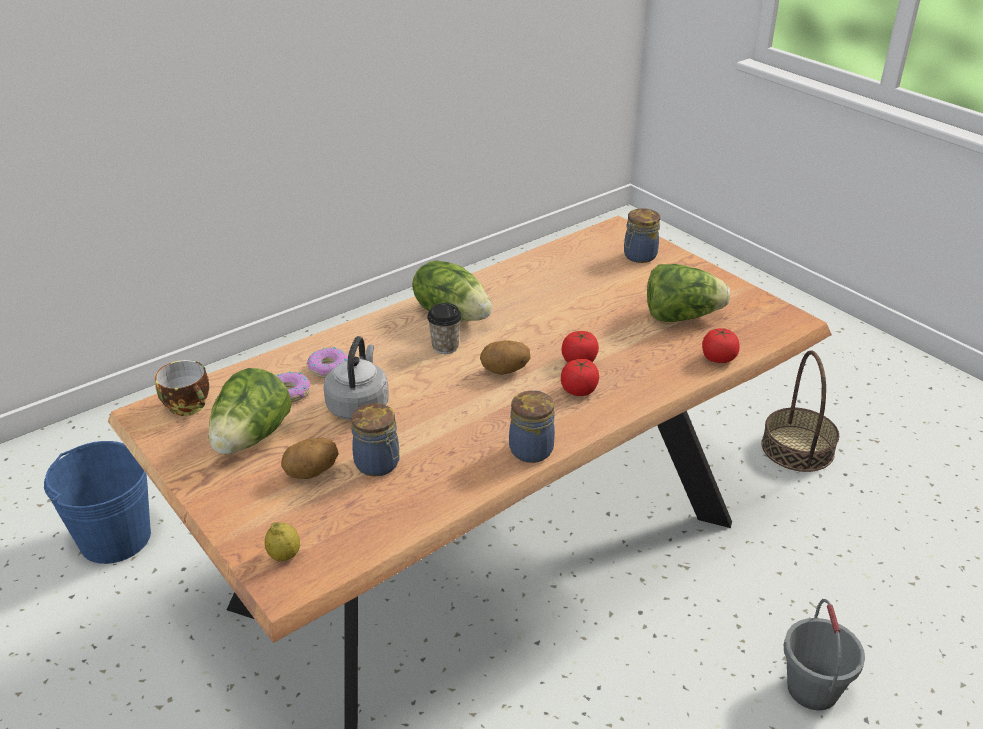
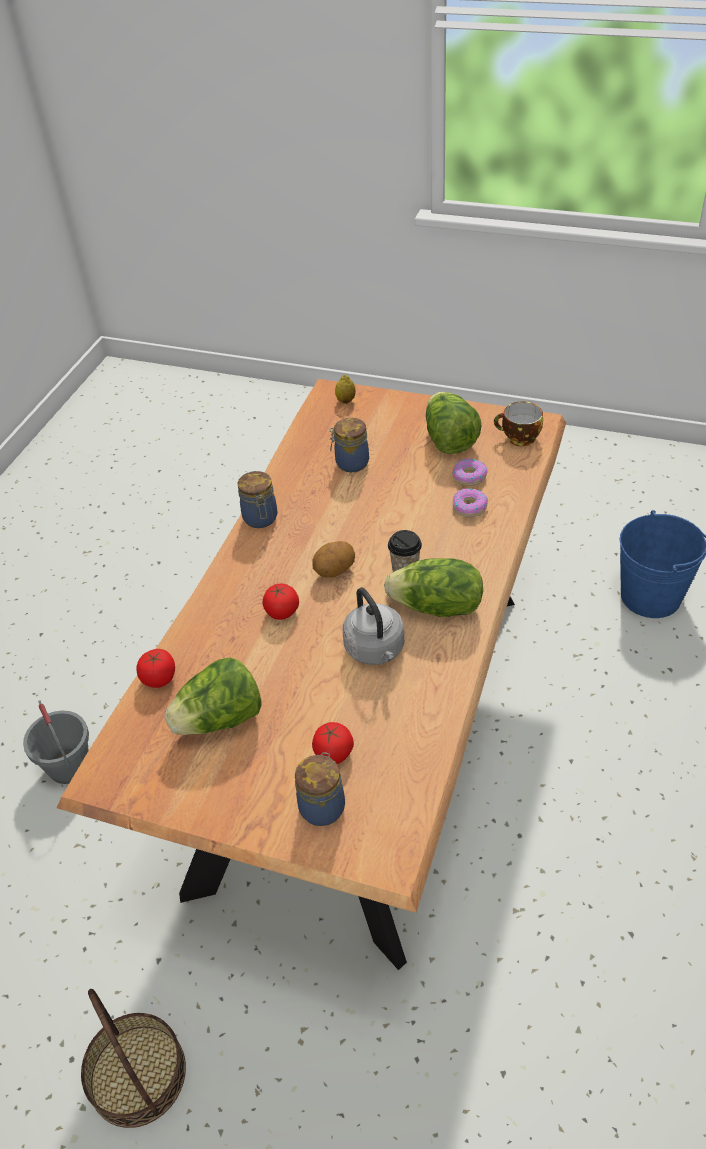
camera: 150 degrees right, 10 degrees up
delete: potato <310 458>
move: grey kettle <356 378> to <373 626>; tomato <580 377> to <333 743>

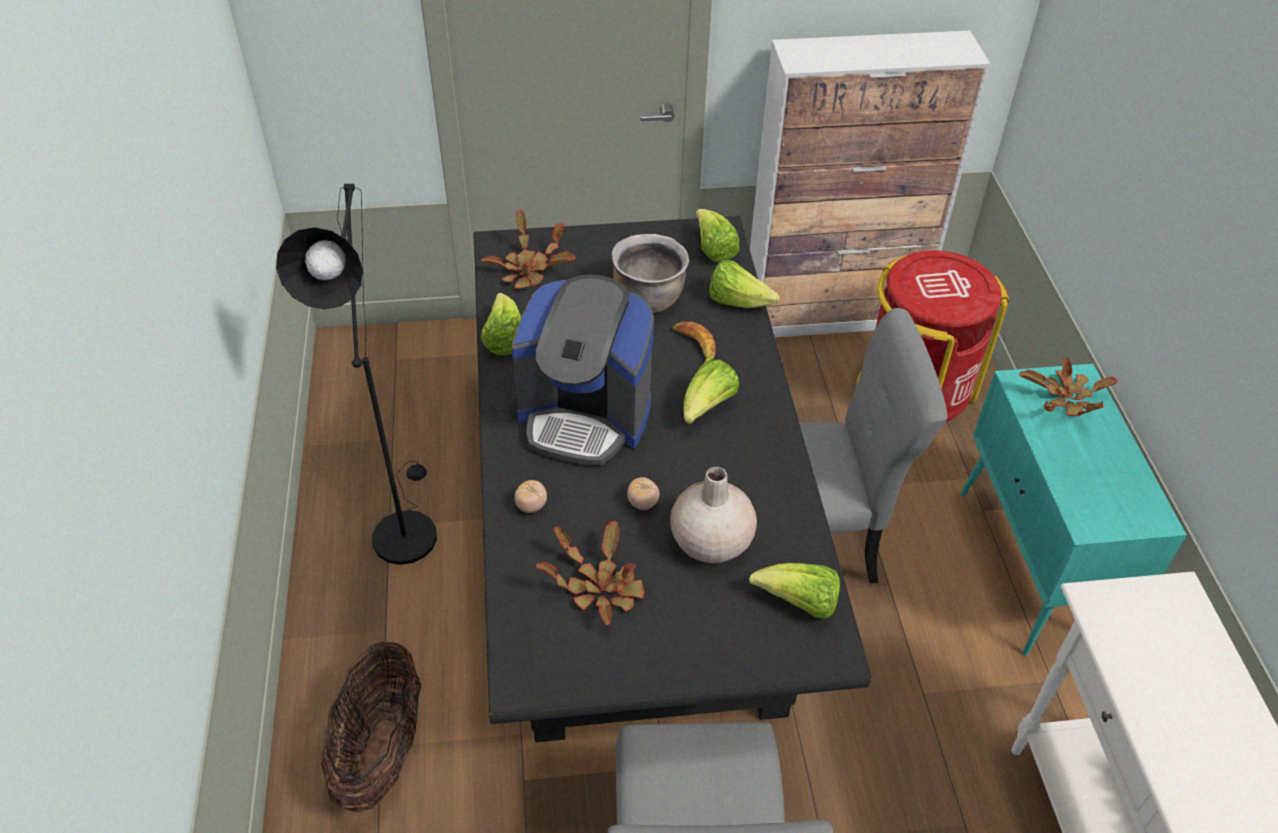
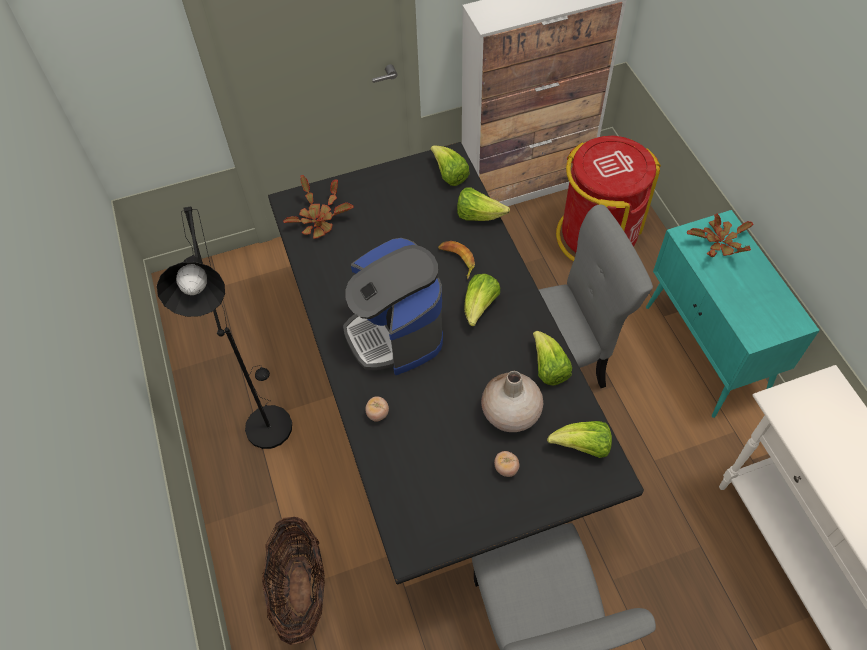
camera: 10 degrees left, 10 degrees up
delete: potted plant <590 572>; brown cooking pot <650 273>
move: lettuce <501 324> to <552 358>; tomato <643 493> to <507 464>
rotate: coffee machine <582 369> = <393 306> 60 degrees clockwise

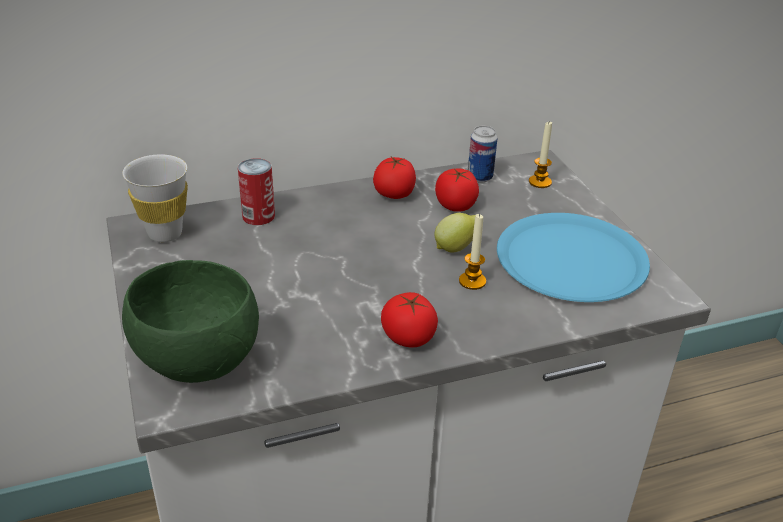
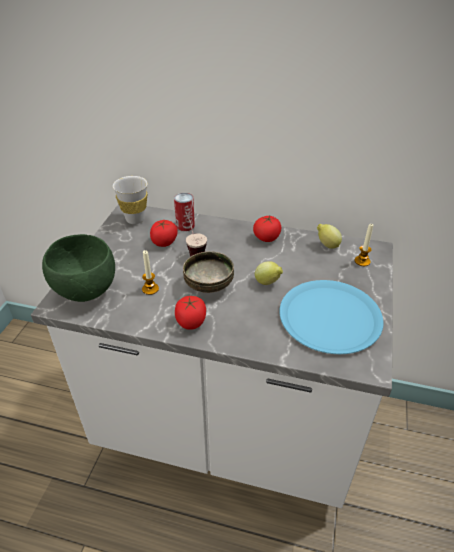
camera: 35 degrees right, 5 degrees up
insert: bowl <208 272>; cup <196 235>
move: tomato <457 190> to <164 233>; candle <472 252> to <150 272>
replace: can <482 154> to lemon <329 236>

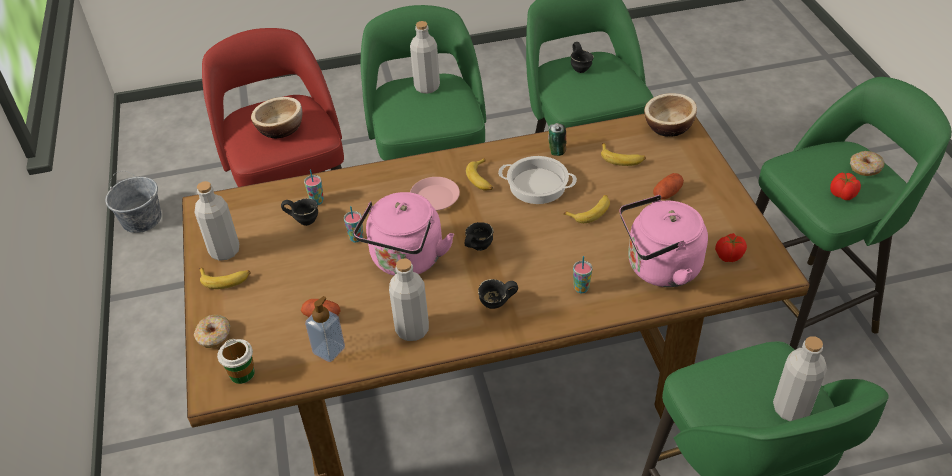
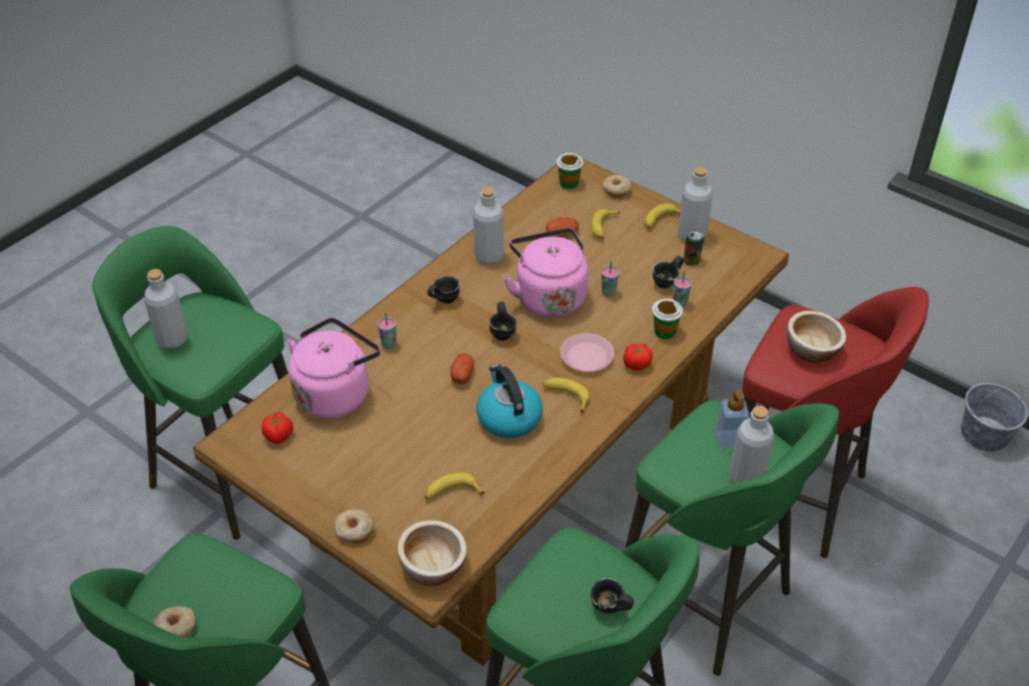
camera: 140 degrees right, 0 degrees up
insert: donut <354 526>; cup <667 319>
move: soap dispenser <325 329> to <732 419>; can <557 139> to <694 248>; banana <586 209> to <605 224>; potato <668 186> to <462 368>; tomato <845 186> to <638 357>
replace: cooking pot <537 180> to kettle <509 401>

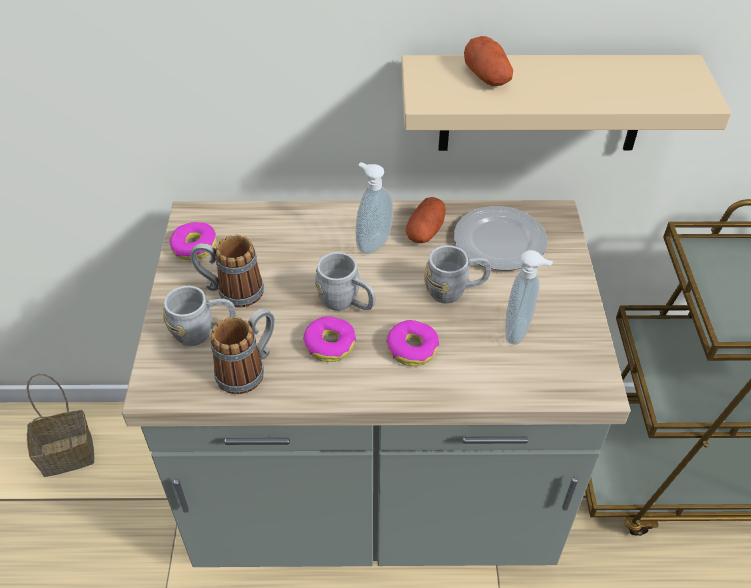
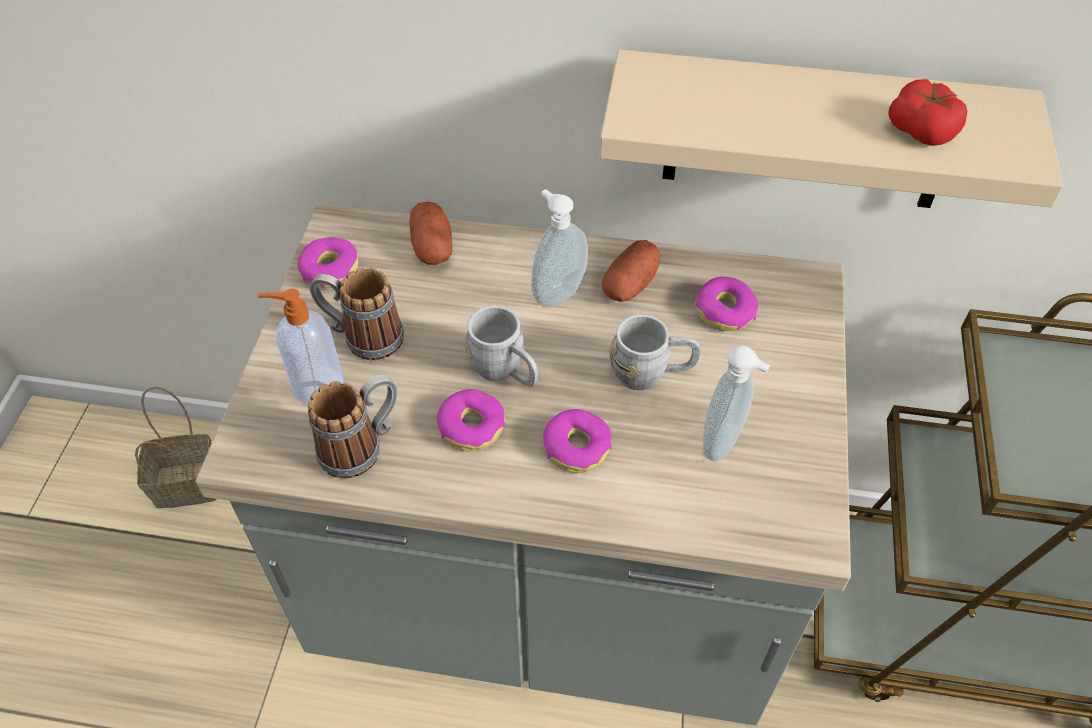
camera: 10 degrees right, 5 degrees up
insert: tomato <927 112>
move: potato <488 61> to <430 233>
replace: grey mug <199 316> to soap dispenser <301 347>; plate <501 238> to donut <726 304>

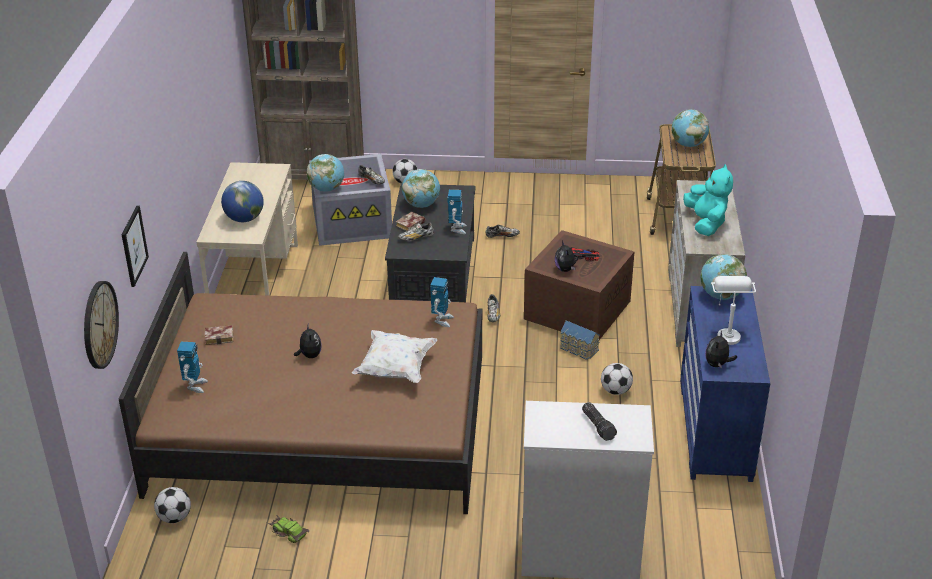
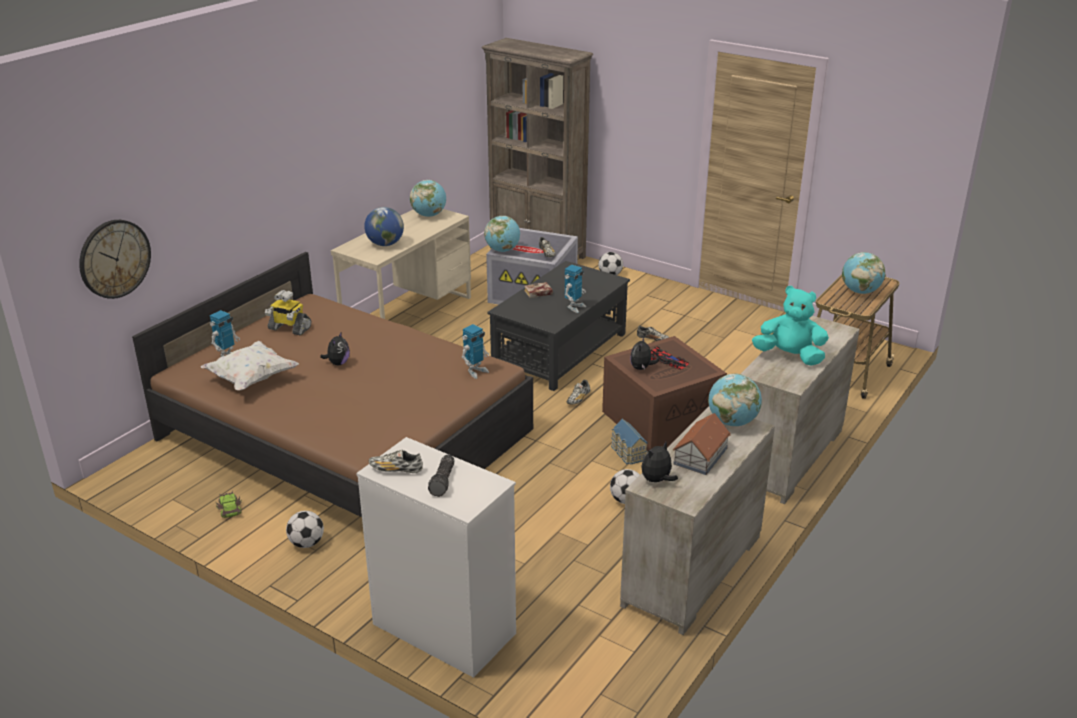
camera: 30 degrees right, 5 degrees down
delete: picture <135 246>
move: football <172 505> to <305 529>; white pillow <395 356> to <250 365>; shoe <416 231> to <395 461>; globe <421 188> to <428 198>
replace: book <219 335> to toy robot <288 313>; white table lamp <733 310> to toy house <702 444>
recolor: blue dresser <725 384> to beige dresser <697 520>
rotate: turquoise plush toy <708 200> = <790 326> 90 degrees counterclockwise

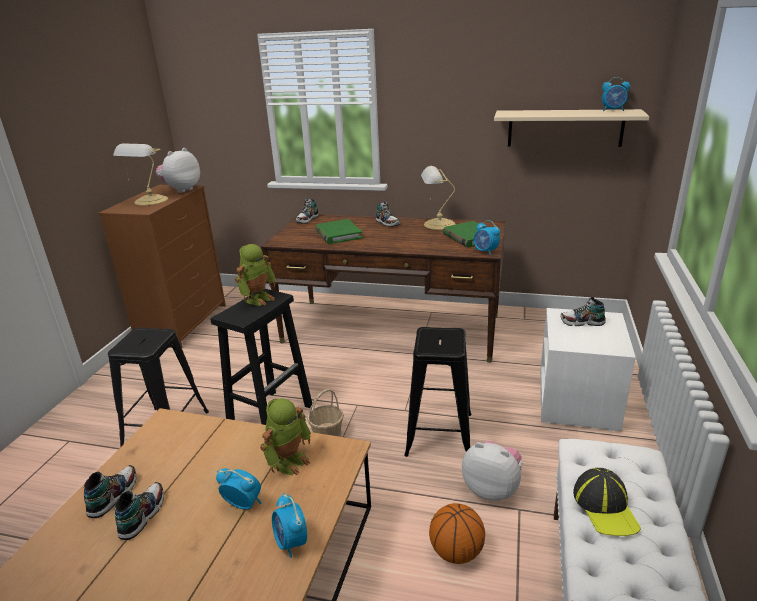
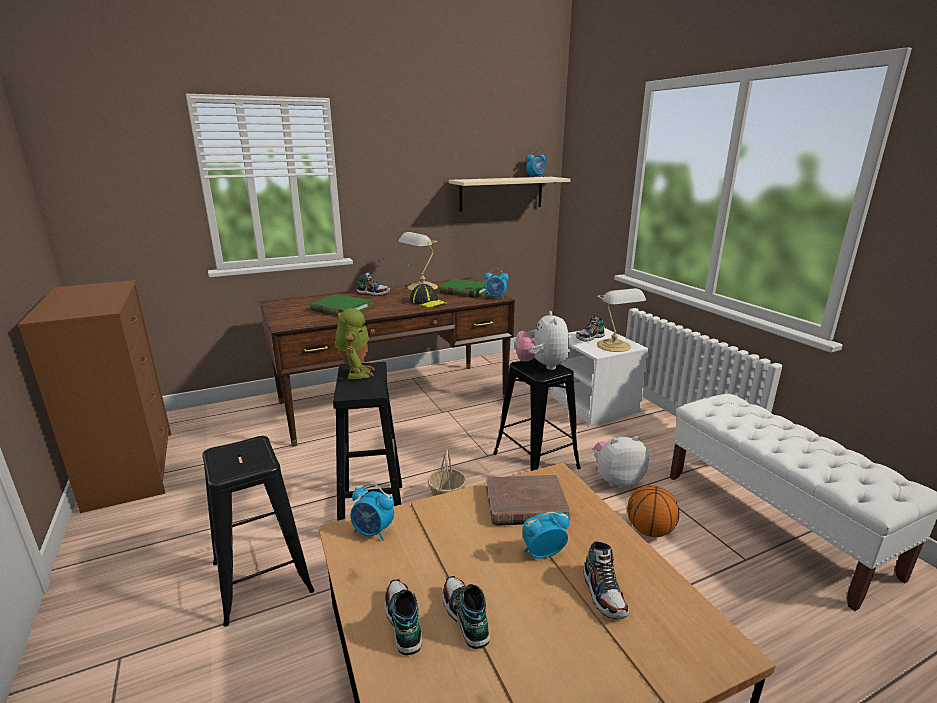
camera: 40 degrees left, 5 degrees down
move: table lamp <140 175> to <621 320>; plush toy <178 170> to <542 340>; alarm clock <289 525> to <372 512>; shoe <307 211> to <606 580>; cap <607 502> to <428 296>
replace: toy robot <285 437> to brown book <528 500>

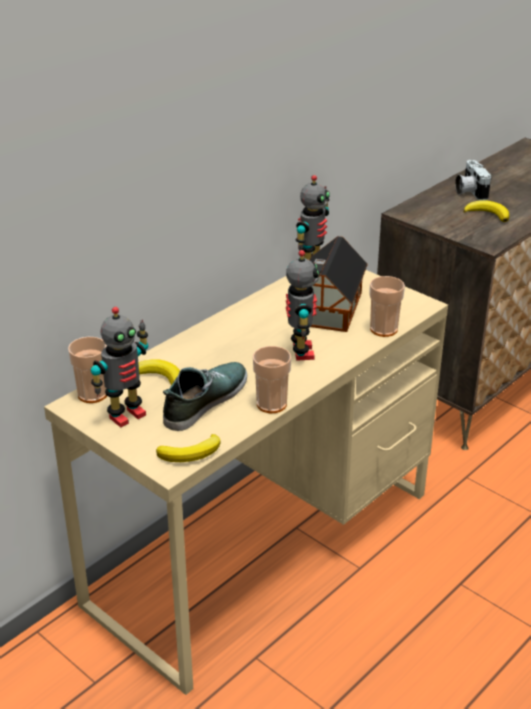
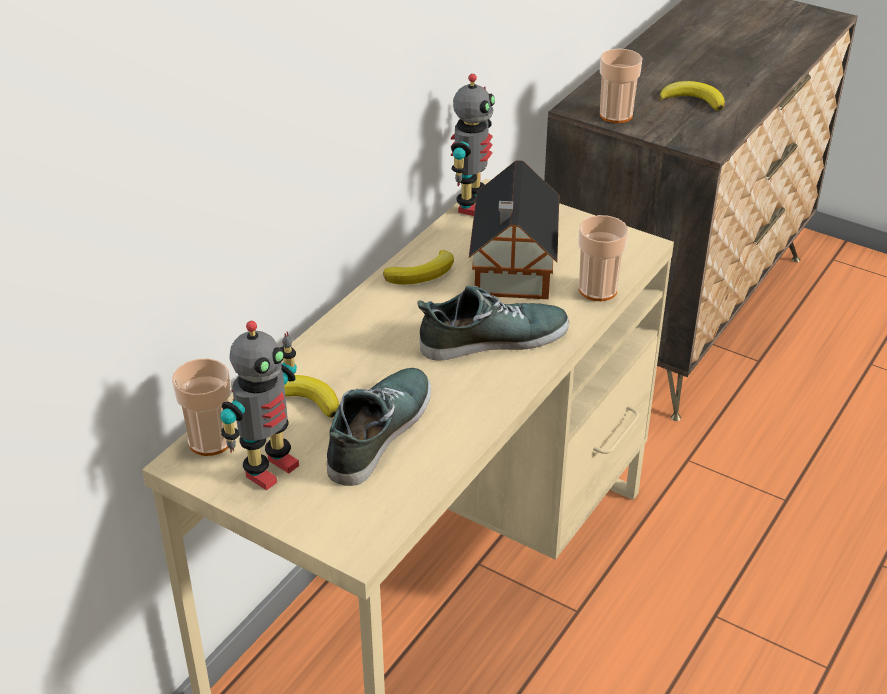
camera: 10 degrees left, 5 degrees up
delete: photo camera <473 180>
move: banana <188 448> to <418 267>; cup <272 379> to <621 86>
replace: toy robot <302 305> to shoe <493 323>

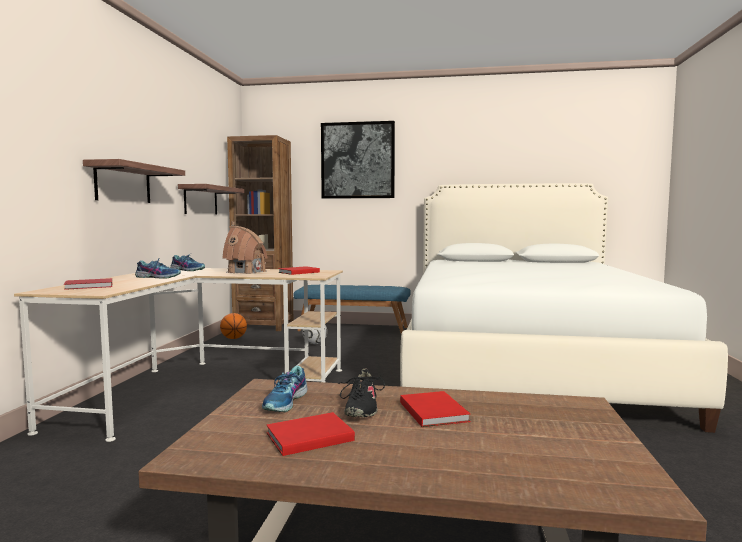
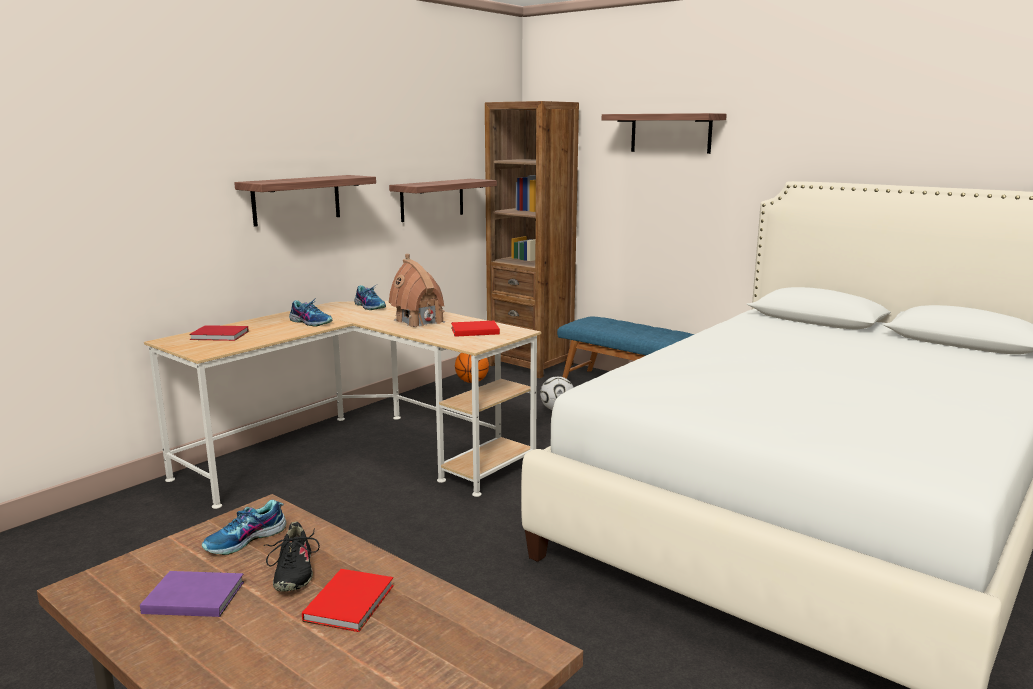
camera: 30 degrees right, 10 degrees up
replace: picture <358 160> to shelf <664 133>
recolor: red book <310 434> to purple book <192 594>
rotate: black shoe <362 393> = <291 556> 45 degrees counterclockwise

